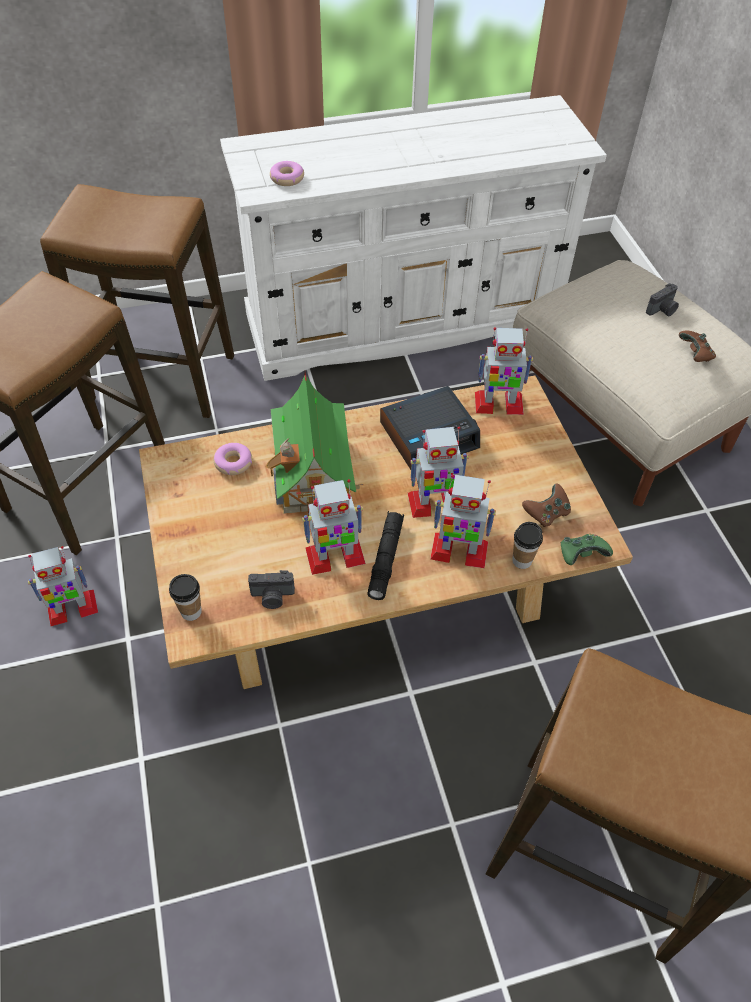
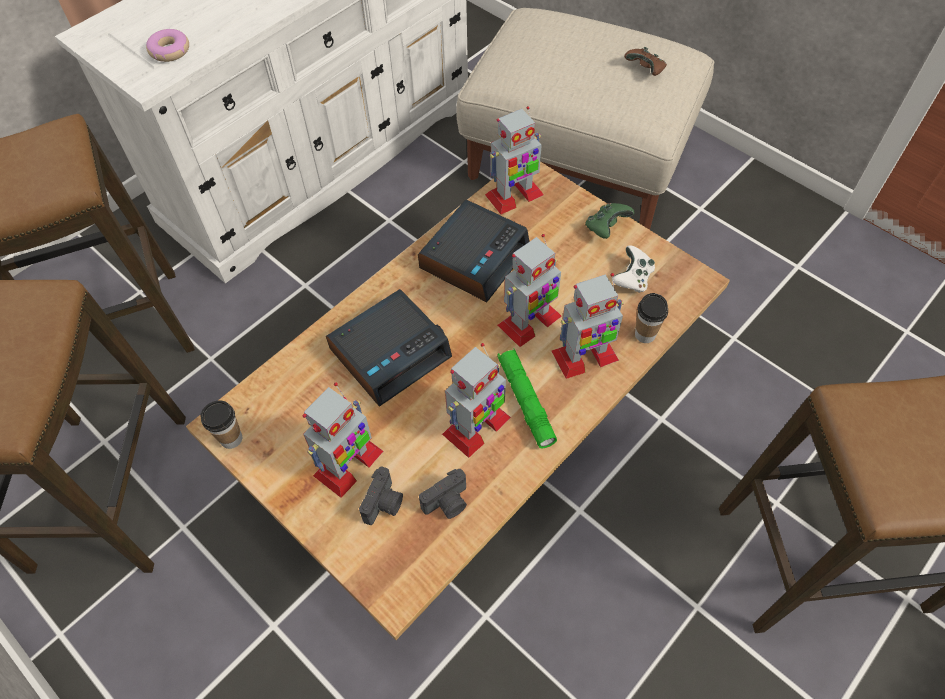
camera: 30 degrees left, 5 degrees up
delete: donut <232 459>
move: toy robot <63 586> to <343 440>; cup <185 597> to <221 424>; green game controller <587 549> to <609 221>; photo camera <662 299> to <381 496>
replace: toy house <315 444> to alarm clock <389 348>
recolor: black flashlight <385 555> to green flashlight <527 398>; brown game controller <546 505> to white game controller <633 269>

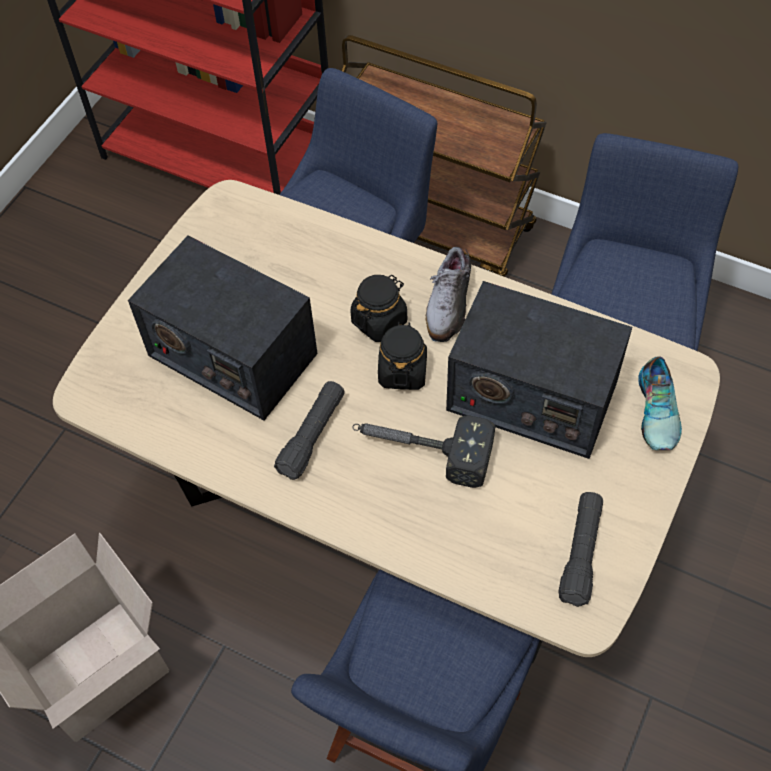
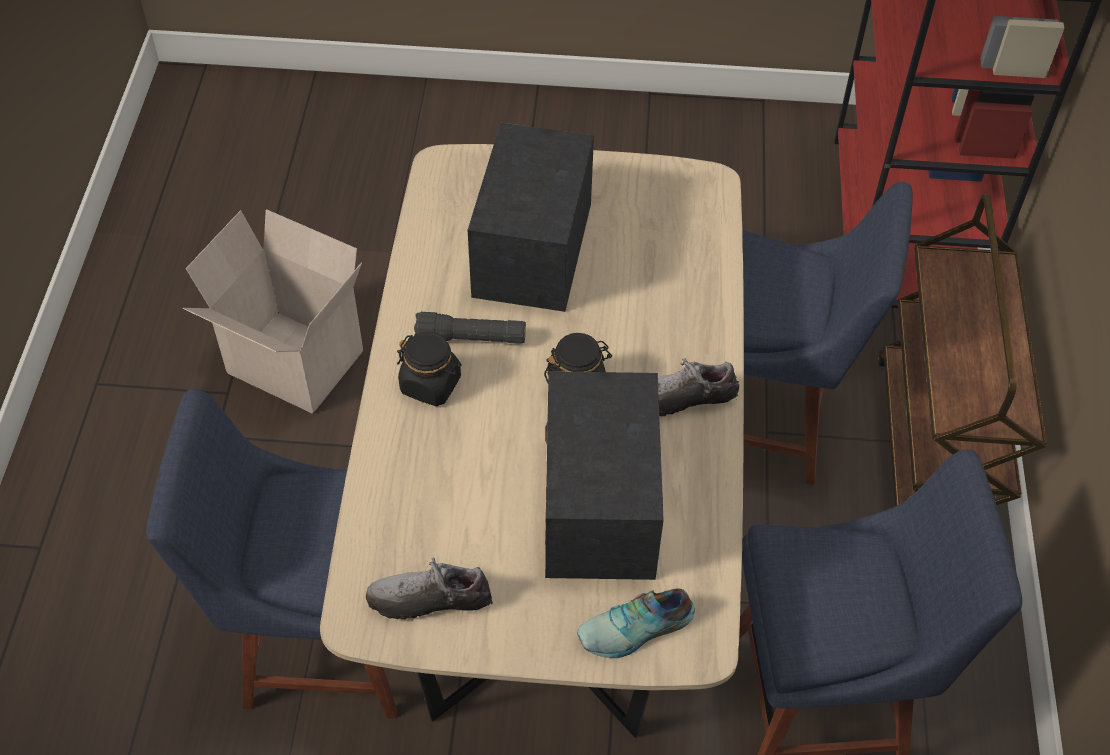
camera: 65 degrees right, 5 degrees down
delete: hammer <424 451>
move: black jar <378 308> to <429 369>
replace: black flashlight <580 549> to shoe <429 589>

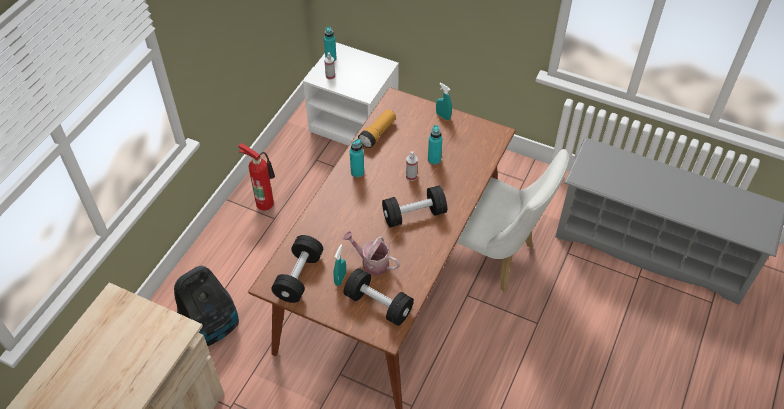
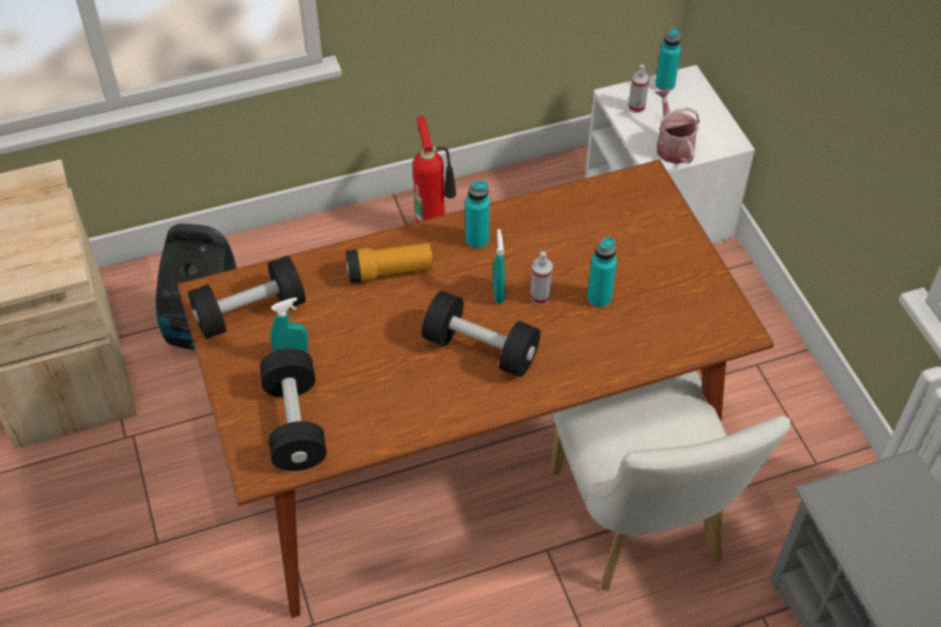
camera: 45 degrees right, 0 degrees up
move: watering can <371 253> to <677 126>; flashlight <377 128> to <389 263>; turquoise spray bottle <444 101> to <499 266>

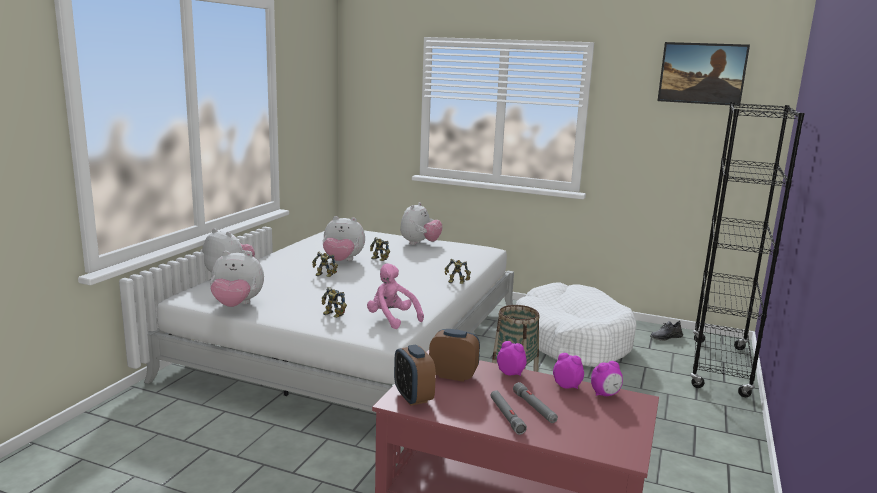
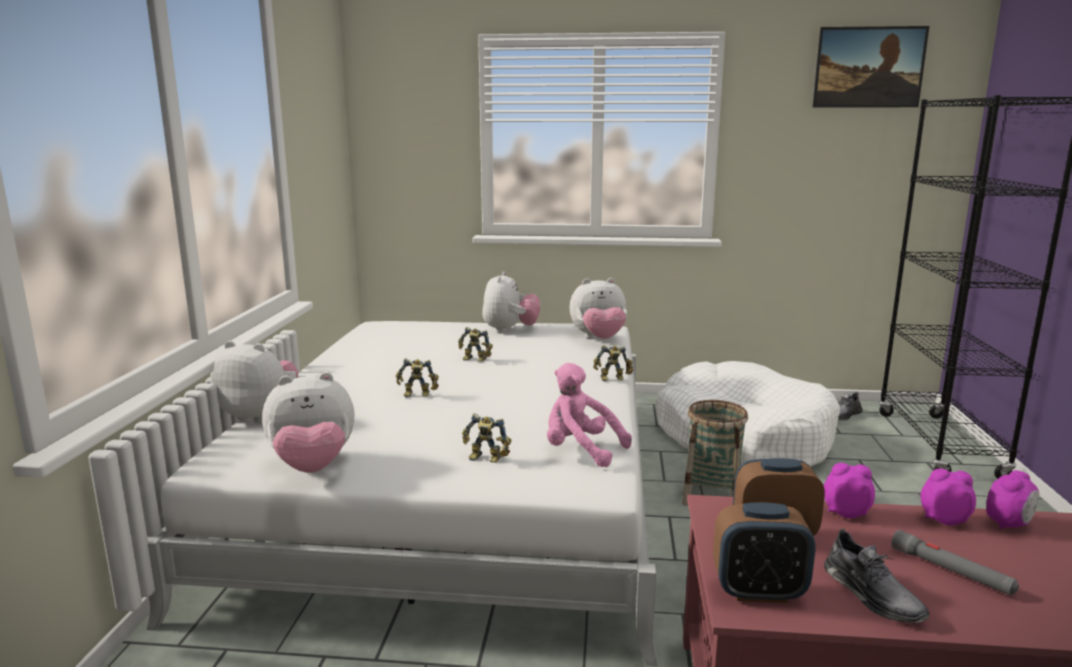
camera: 15 degrees left, 0 degrees up
delete: grey flashlight <508 412>
insert: grey shoe <877 576>
move: plush toy <343 238> to <598 308>
rotate: alarm clock <415 375> = <764 552> 45 degrees counterclockwise

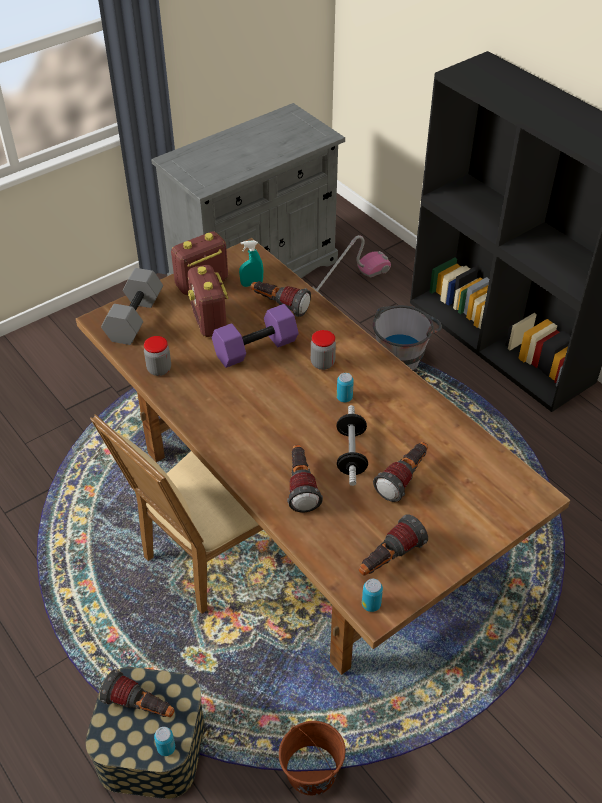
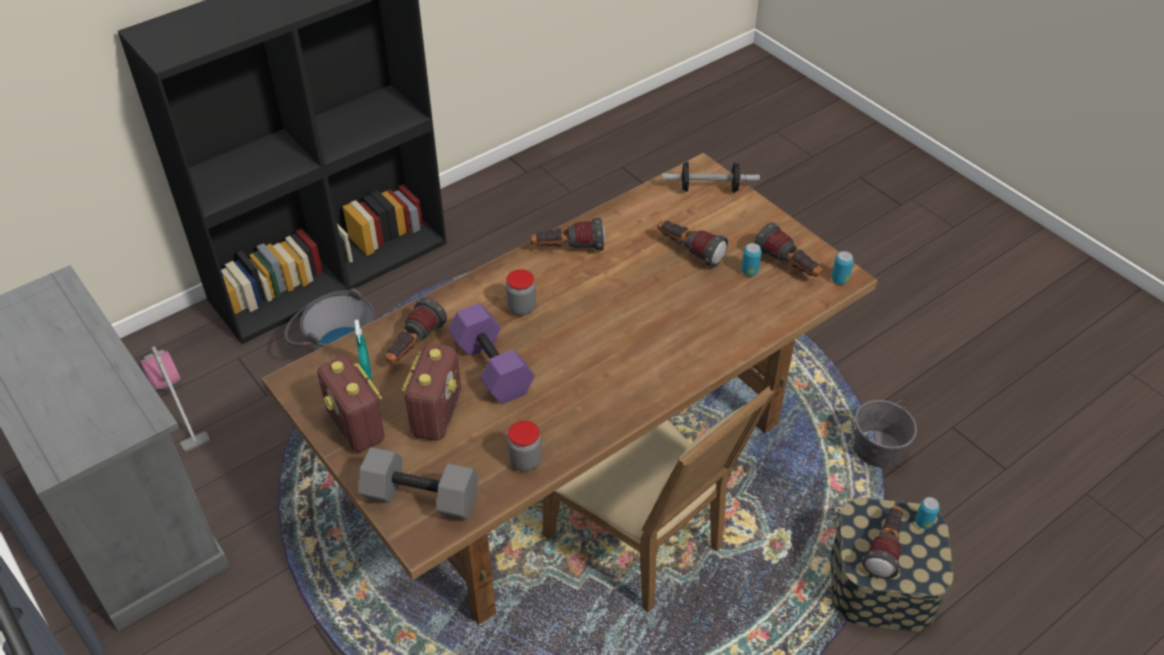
camera: 90 degrees left, 0 degrees up
move: flashlight <305 478> to <568 234>; dumbbell <352 445> to <711 177>; can <345 387> to <751 259>
recolor: brown bucket <312 758> to grey bucket <885 434>
rotate: radio <208 301> = <431 392> 60 degrees counterclockwise

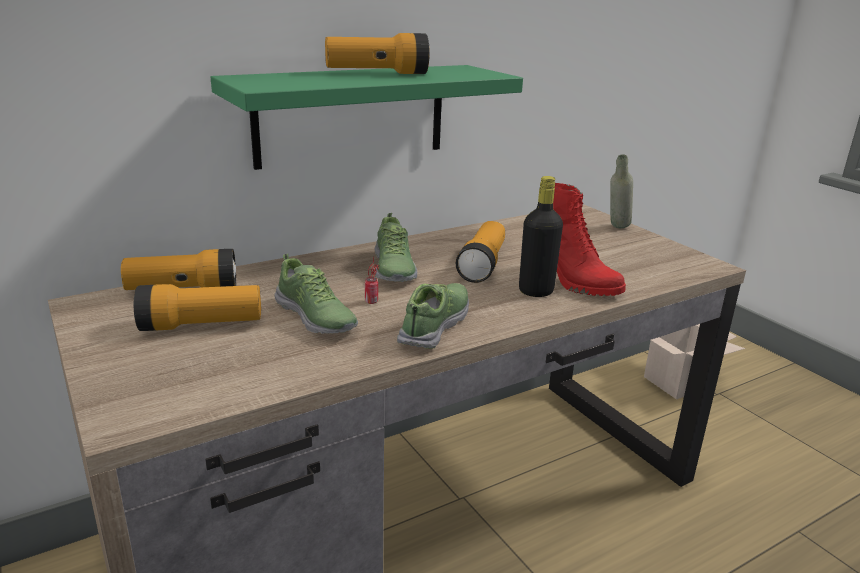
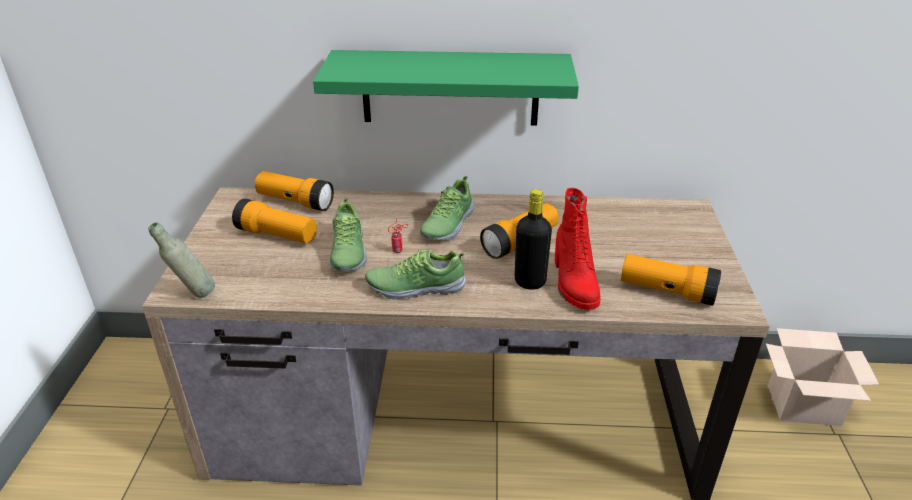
camera: 35 degrees right, 10 degrees up
move: flashlight <377 53> to <671 279>; grey bottle <621 191> to <181 260>
rotate: shoe <433 316> = <415 275> 150 degrees counterclockwise

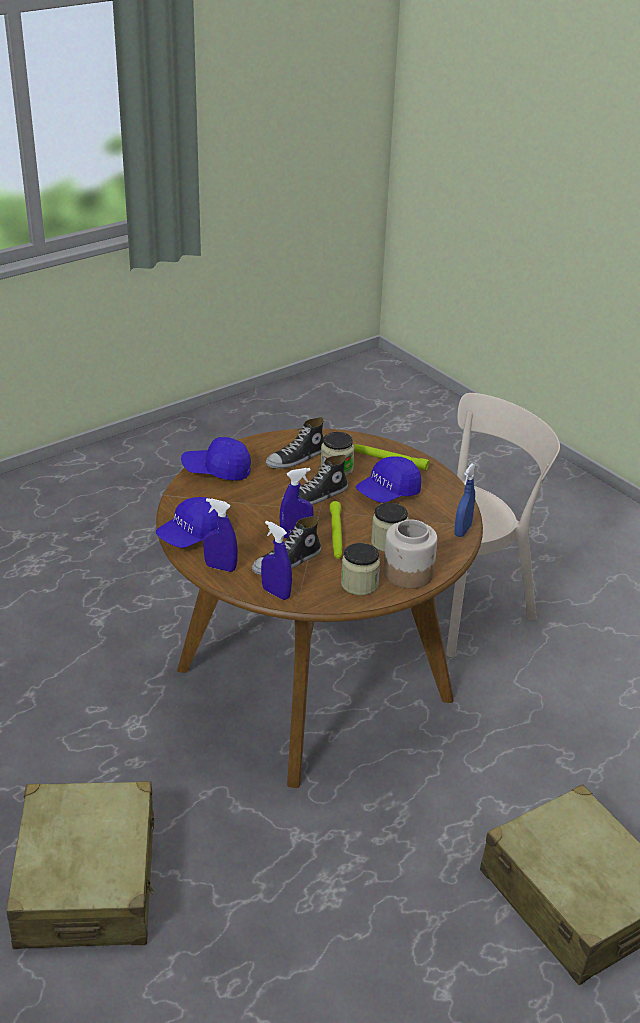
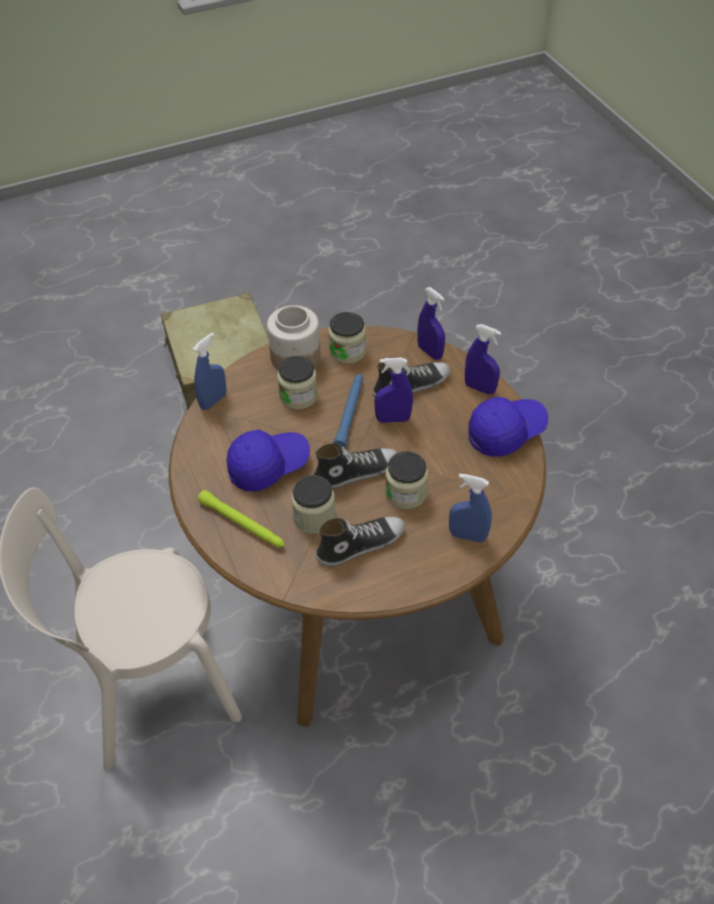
camera: 165 degrees left, 15 degrees up
delete: beige suitcase <81 865>
insert: jar <406 480>
replace: blue cap <216 459> to blue spray bottle <470 508>
recolor: green flashlight <336 530> to blue flashlight <348 411>

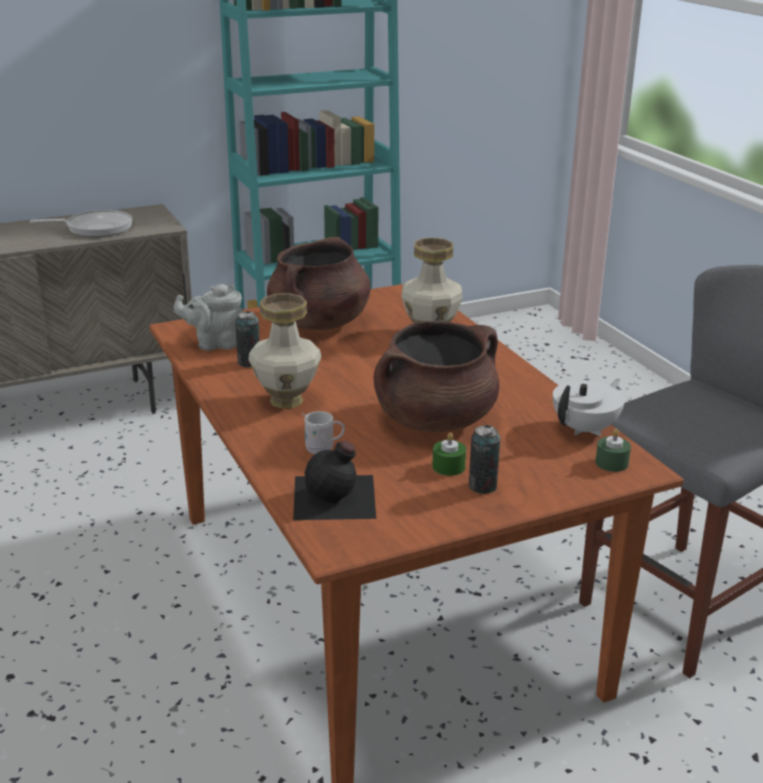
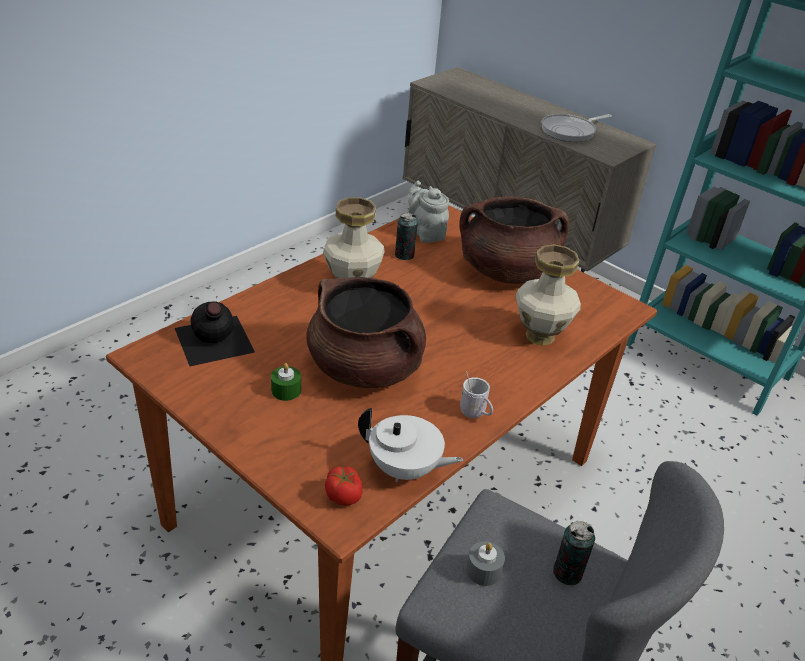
camera: 65 degrees right, 10 degrees up
insert: grey candle <485 563>
move: white mug <323 432> to <476 394>; can <484 459> to <574 553>
replace: green candle <613 450> to tomato <344 486>
rotate: frying pan <81 223> = <577 128> 90 degrees clockwise

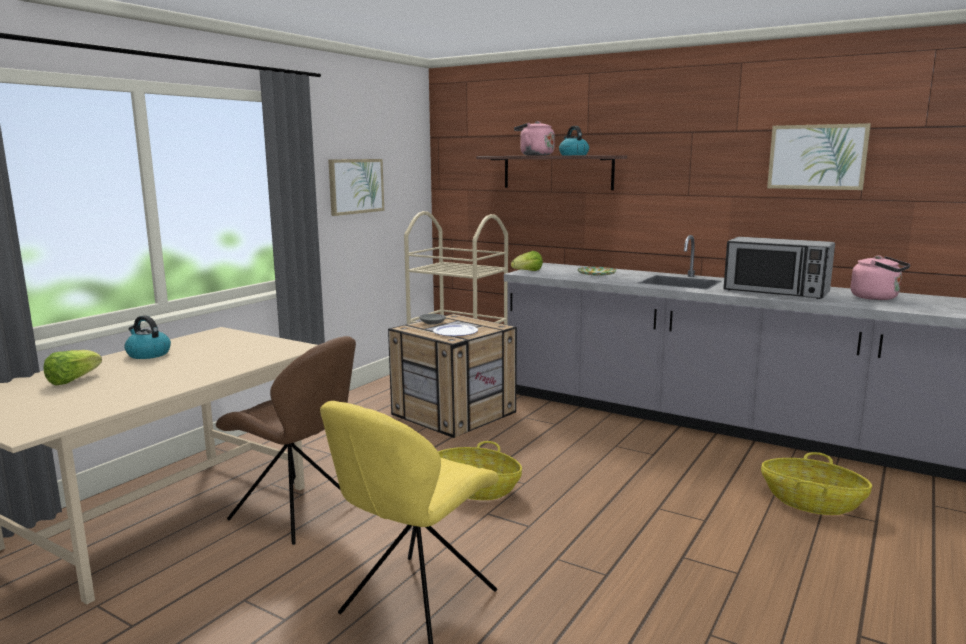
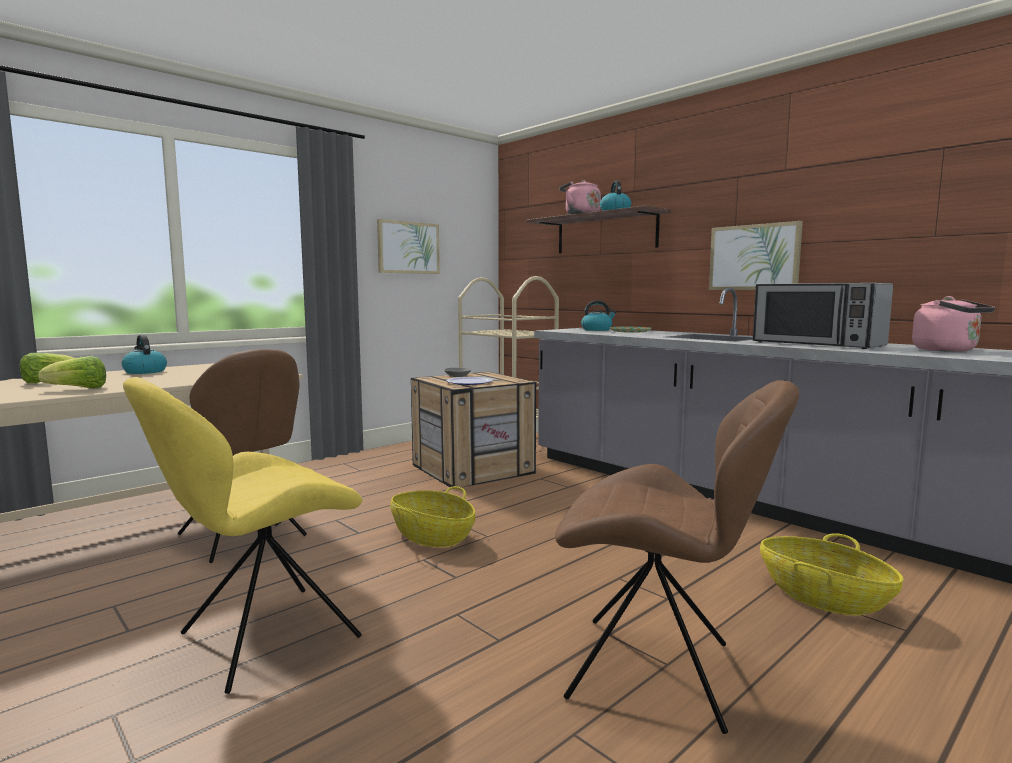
camera: 15 degrees right, 5 degrees down
insert: brown chair <677 557>; kettle <599 315>
move: lettuce <527 261> to <72 372>; picture <819 156> to <756 255>

